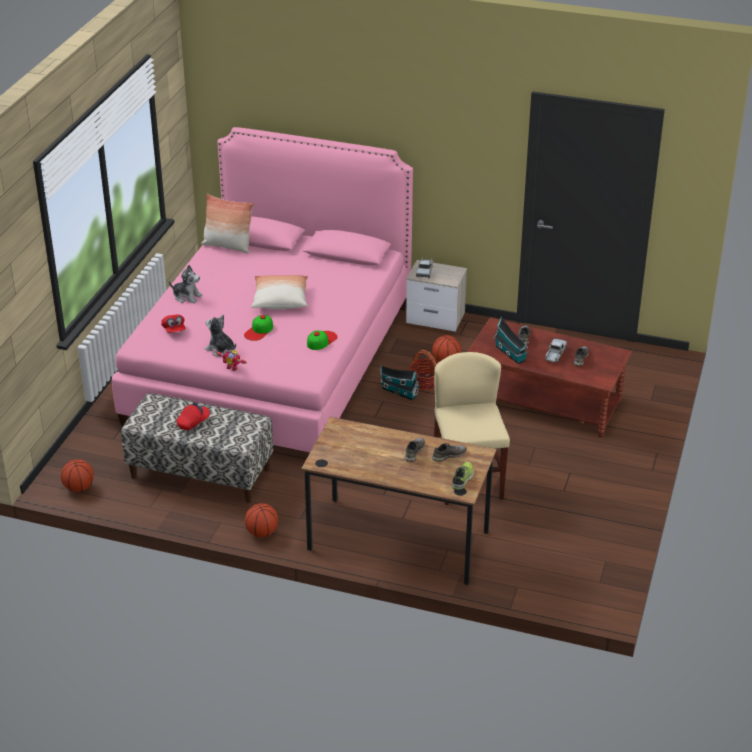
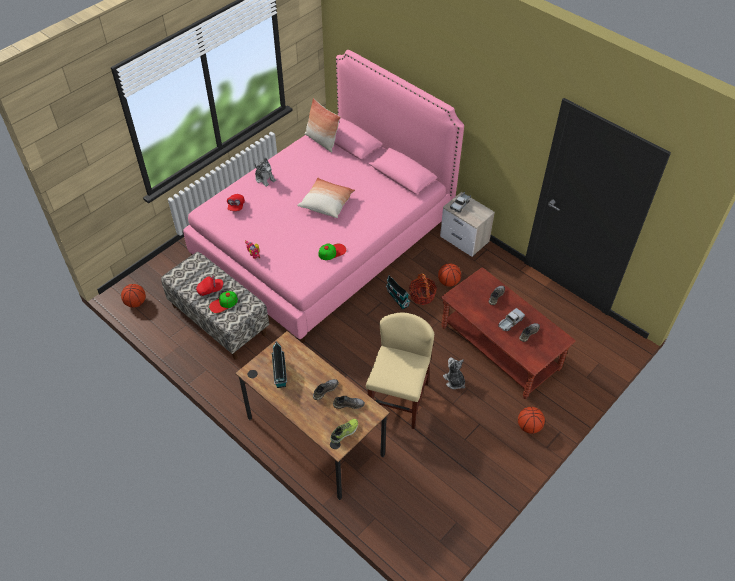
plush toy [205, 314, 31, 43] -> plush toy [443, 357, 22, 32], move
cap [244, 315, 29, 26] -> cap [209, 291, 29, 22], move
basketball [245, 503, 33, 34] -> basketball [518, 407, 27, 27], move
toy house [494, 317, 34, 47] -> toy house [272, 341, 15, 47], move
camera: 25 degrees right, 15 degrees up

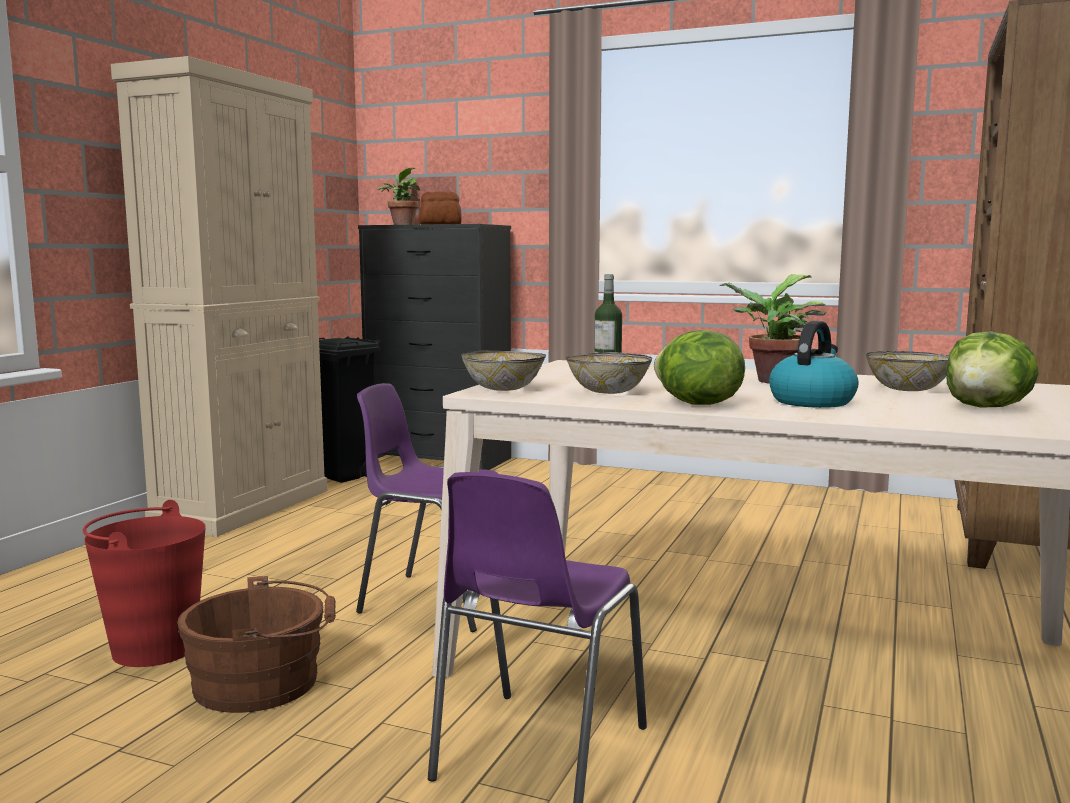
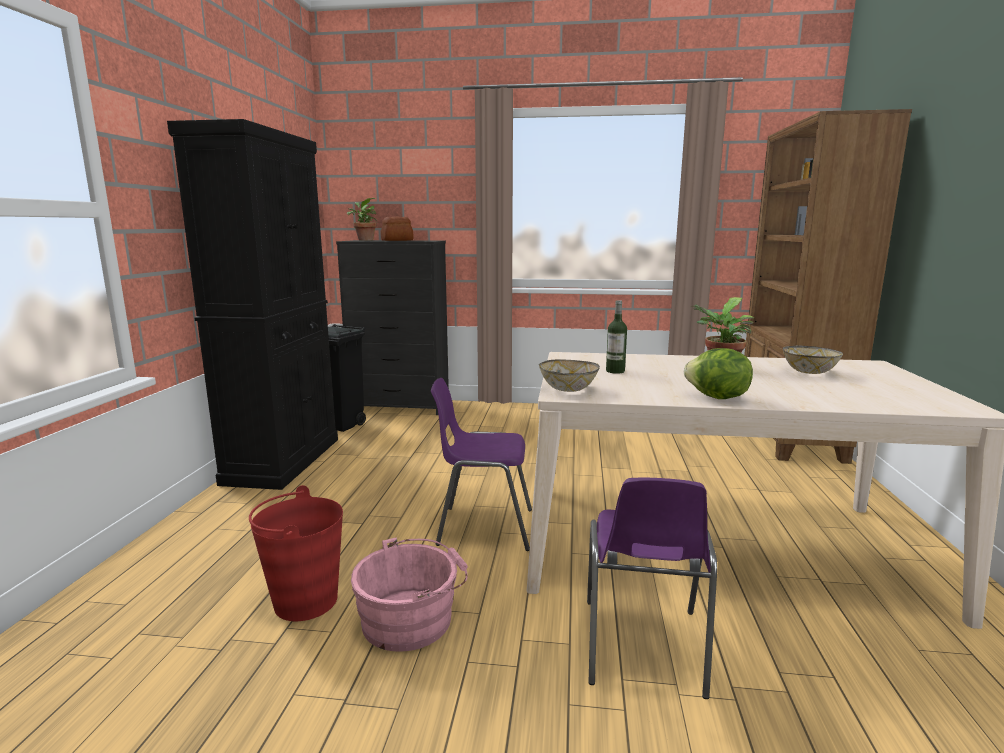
beige cabinet [111, 56, 216, 481] -> black cabinet [167, 119, 171, 371]
brown bucket [177, 576, 159, 137] -> pink bucket [351, 537, 117, 115]
bowl [566, 352, 86, 42] -> none
kettle [769, 321, 90, 87] -> none
lettuce [946, 331, 93, 77] -> none
camera: 15 degrees left, 5 degrees up

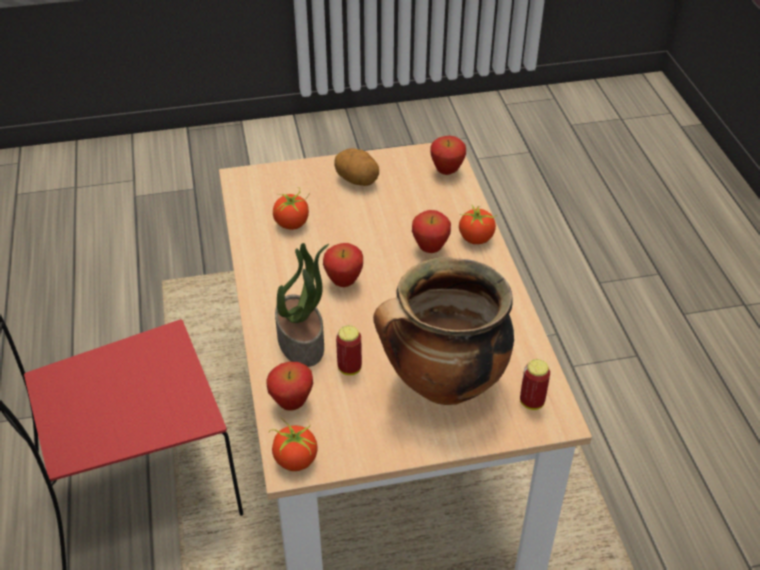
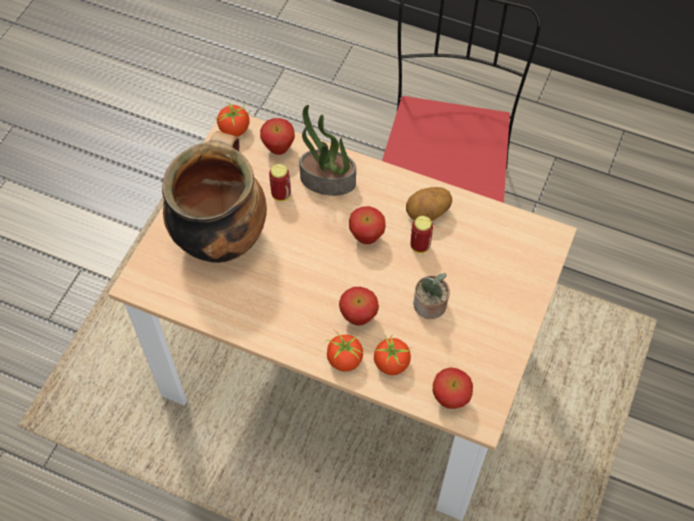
tomato [273, 187, 37, 43] -> tomato [374, 335, 37, 40], move
potato [334, 148, 45, 38] -> potato [406, 187, 46, 34], move
can [520, 359, 30, 51] -> can [411, 216, 22, 37], move
none -> potted plant [413, 273, 37, 46]
camera: 125 degrees right, 15 degrees up

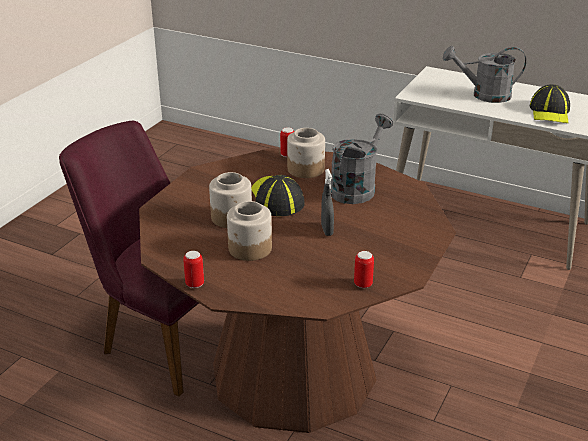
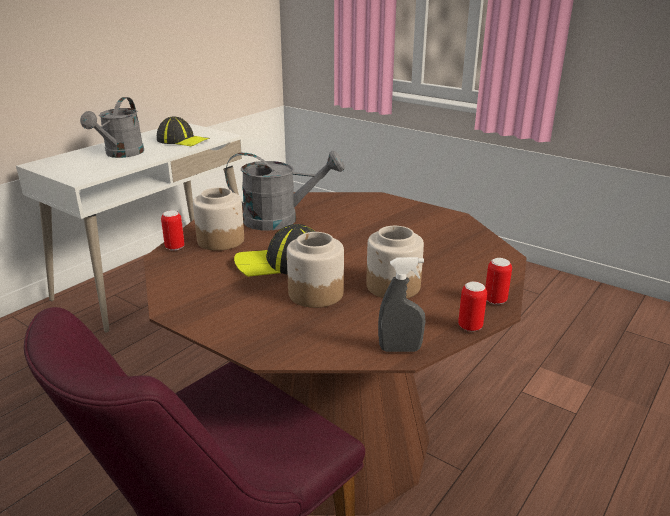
grey spray bottle [321, 169, 13, 67] -> grey spray bottle [378, 257, 48, 95], move
grey watering can [331, 113, 62, 91] -> grey watering can [225, 150, 120, 81], 135 degrees clockwise
can [354, 251, 20, 37] -> can [485, 258, 27, 47], move
camera: 80 degrees left, 5 degrees down

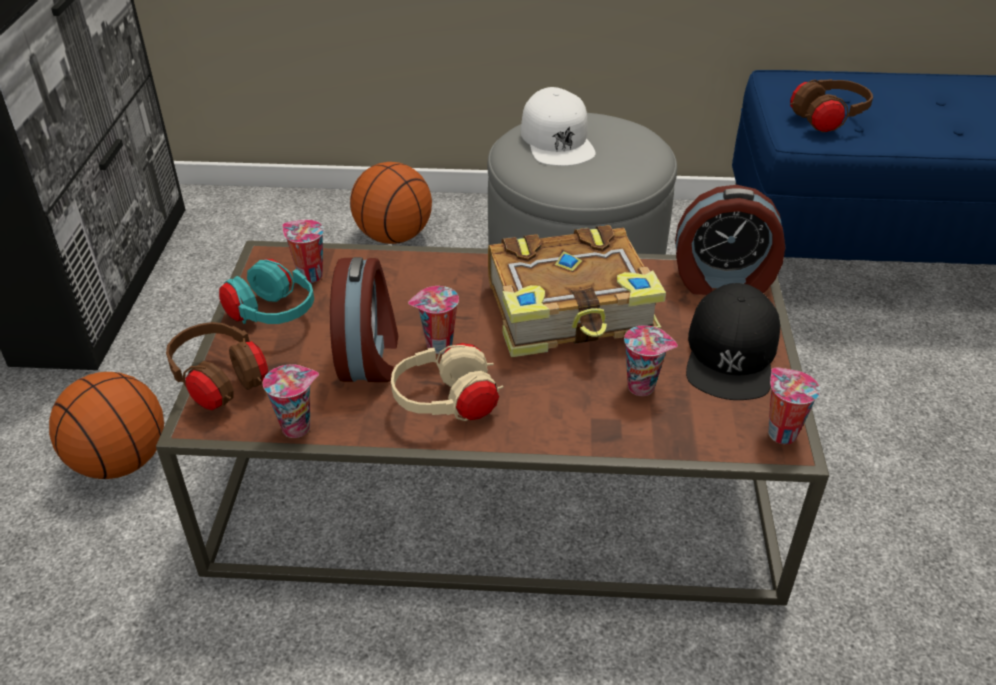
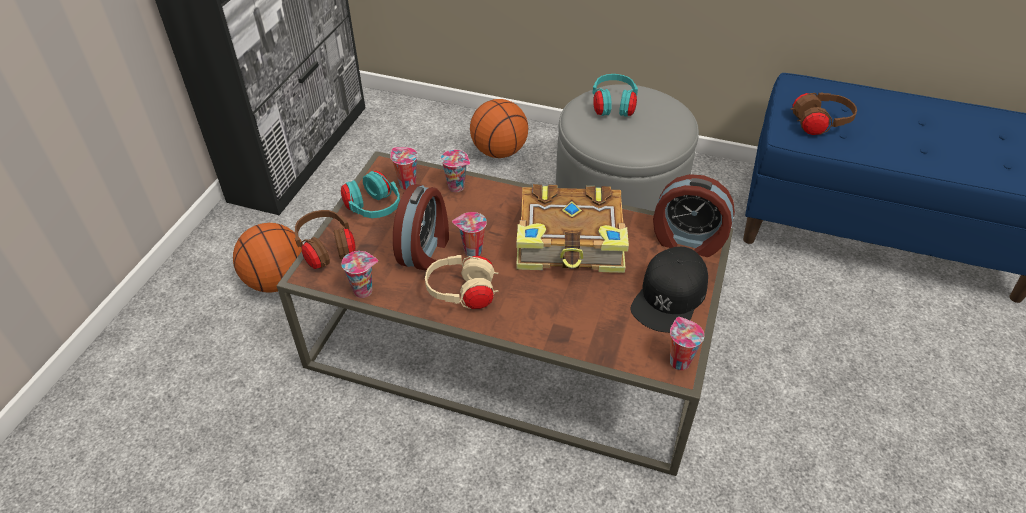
white cap [521, 87, 75, 79] -> turquoise headphones [593, 74, 45, 43]
cup [624, 326, 54, 70] -> cup [441, 150, 29, 42], move
camera: 15 degrees right, 5 degrees up

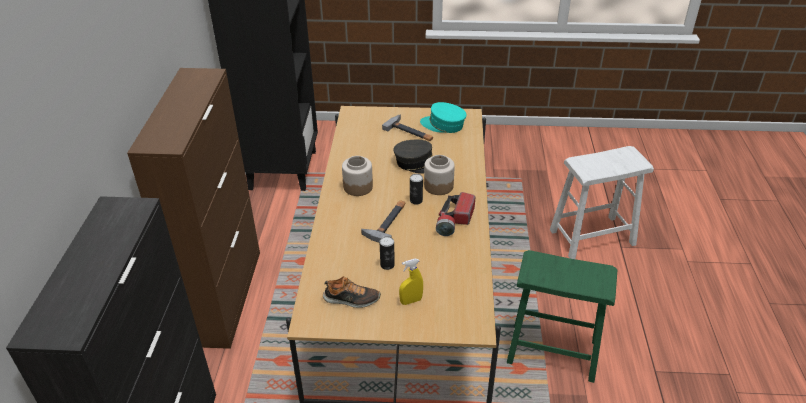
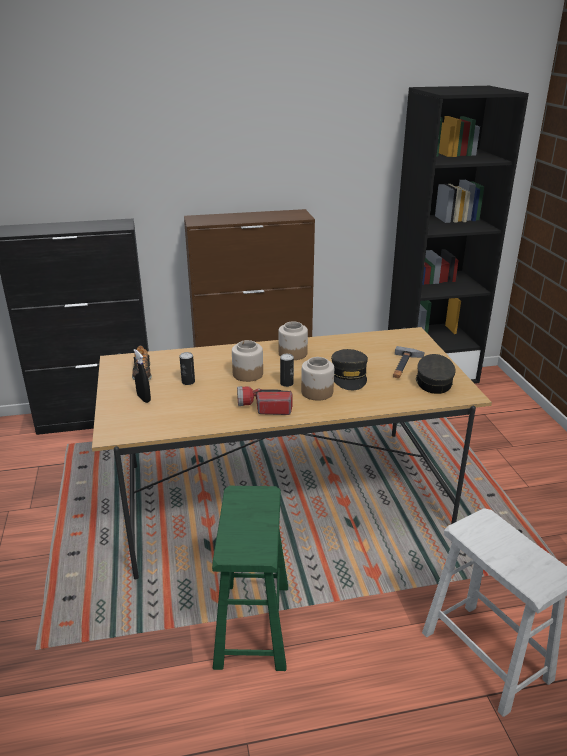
hammer [361, 200, 44, 43] -> jar [232, 340, 31, 42]
yellow spray bottle [399, 259, 24, 46] -> black spray bottle [134, 349, 17, 54]
turquoise cap [420, 102, 47, 31] -> grey cap [416, 354, 40, 40]
camera: 75 degrees right, 10 degrees down

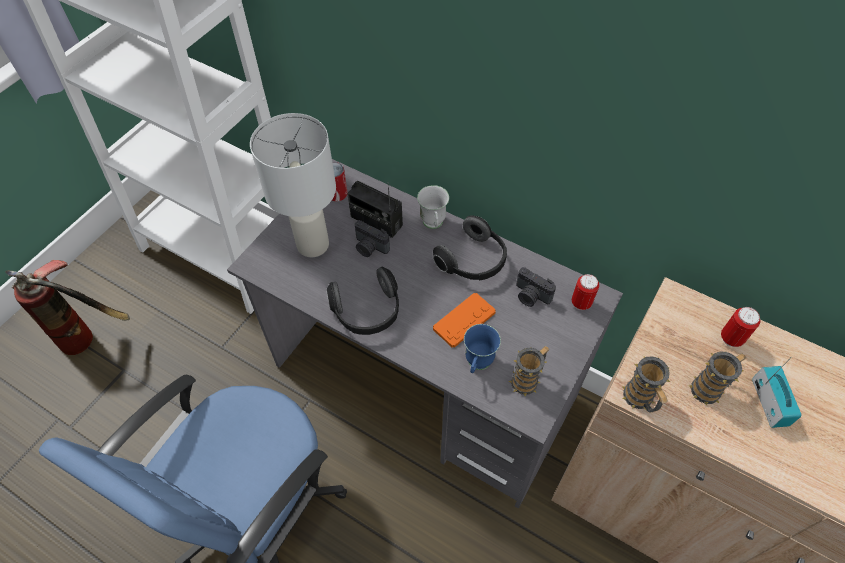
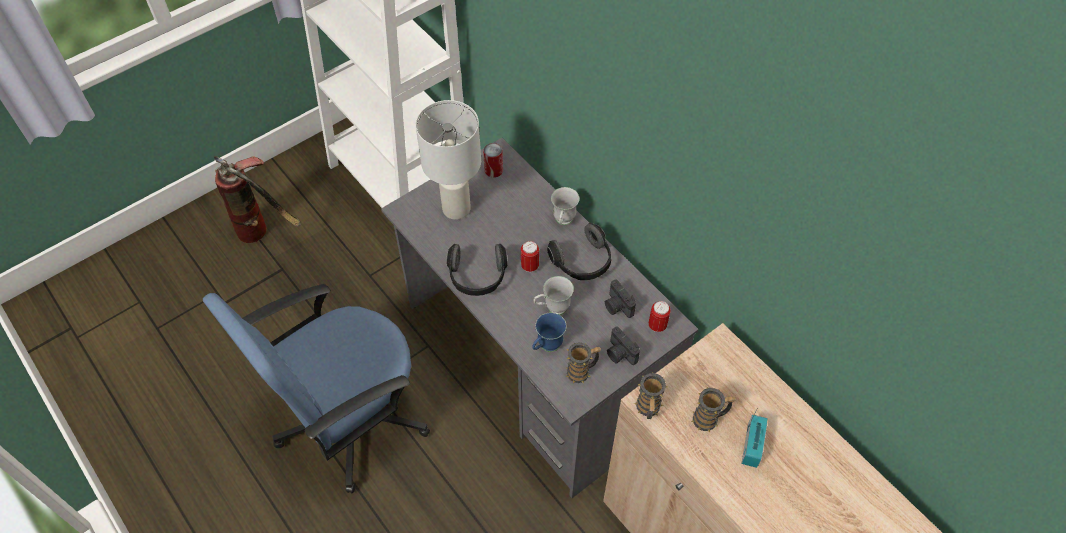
radio [347, 181, 56, 57] -> none
photo camera [355, 220, 35, 37] -> photo camera [607, 327, 33, 38], move
orange game controller [433, 293, 63, 55] -> white mug [533, 276, 41, 39]
can [721, 307, 39, 40] -> can [521, 241, 18, 31], move
camera: 20 degrees right, 0 degrees up

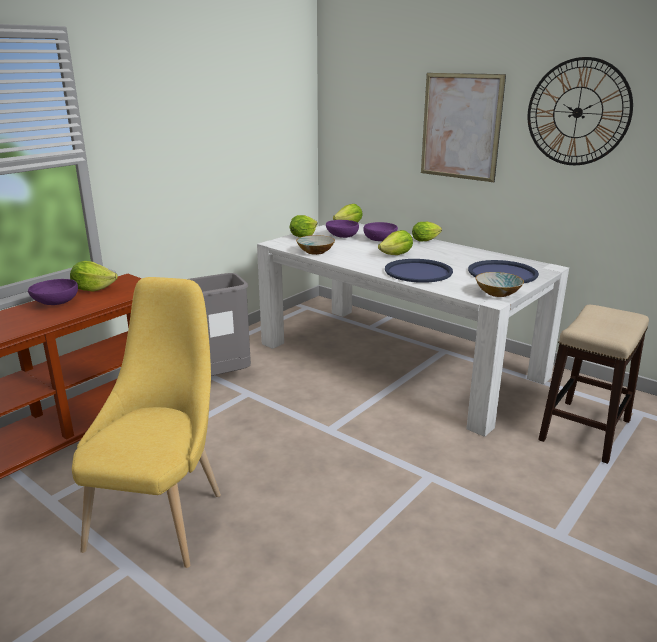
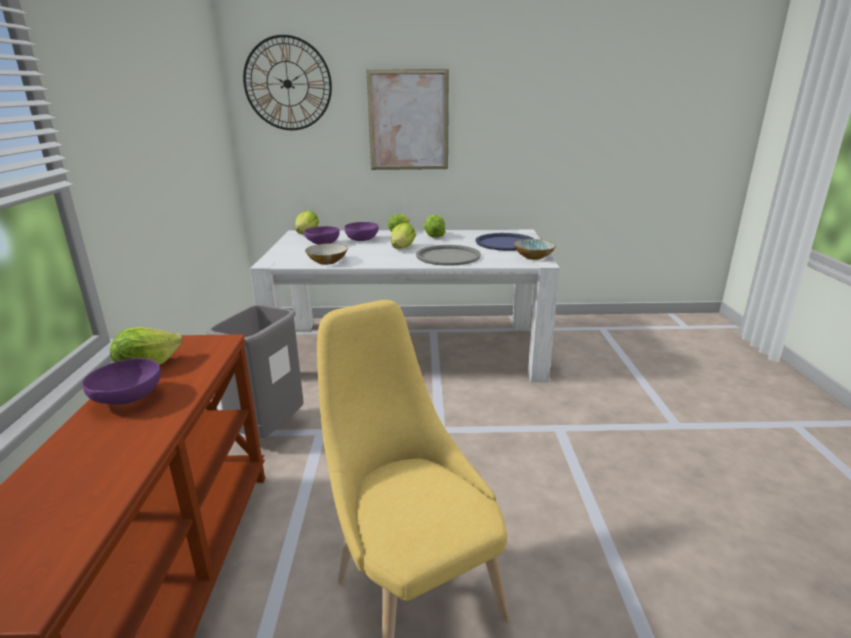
lettuce [289, 215, 29, 22] -> lettuce [424, 215, 22, 23], move
blue tray [385, 259, 68, 24] -> grey tray [416, 245, 65, 21]
wall clock [528, 57, 105, 108] -> wall clock [243, 35, 89, 95], move
stool [538, 305, 111, 159] -> none
camera: 40 degrees left, 0 degrees up

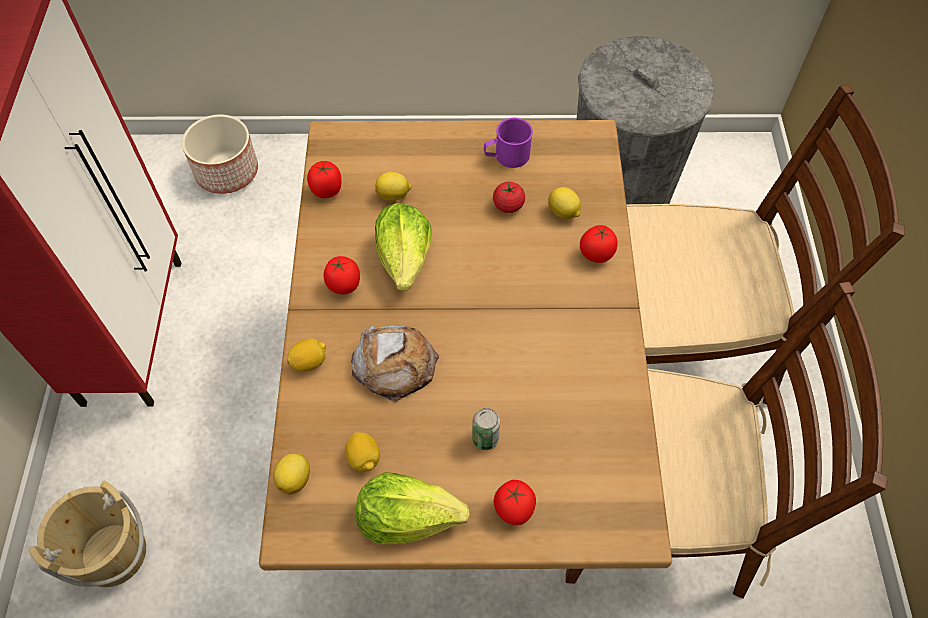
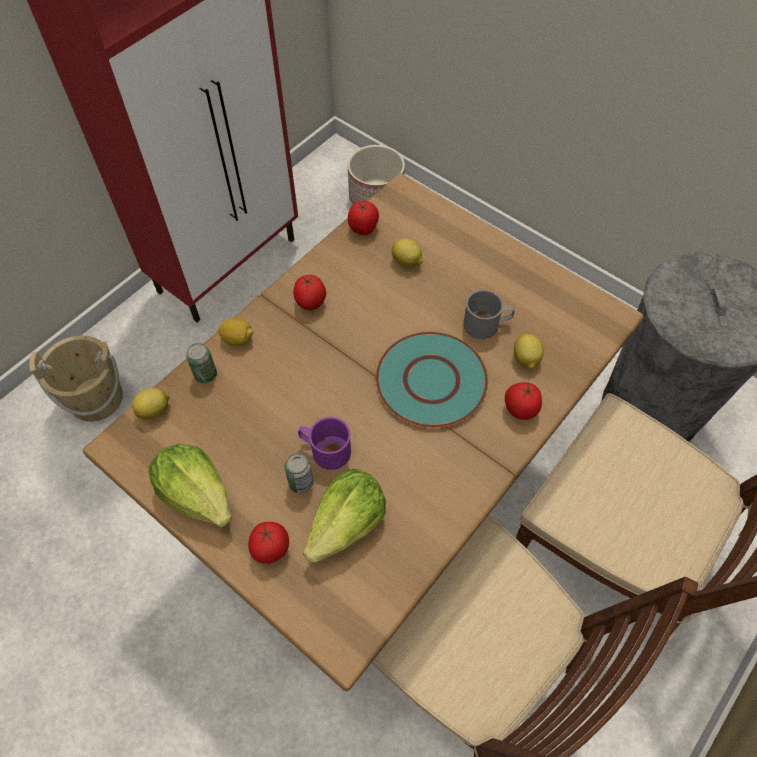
lemon [345, 432, 35, 40] -> none
bread [351, 325, 88, 77] -> none
lettuce [375, 203, 57, 88] -> lettuce [303, 468, 83, 96], move
purple mug [484, 118, 49, 50] -> purple mug [298, 417, 53, 53], move
tomato [493, 182, 32, 31] -> grey mug [463, 289, 52, 50]
none -> can [186, 343, 31, 41]
none -> turquoise plate [376, 332, 112, 96]
camera: 40 degrees right, 0 degrees up

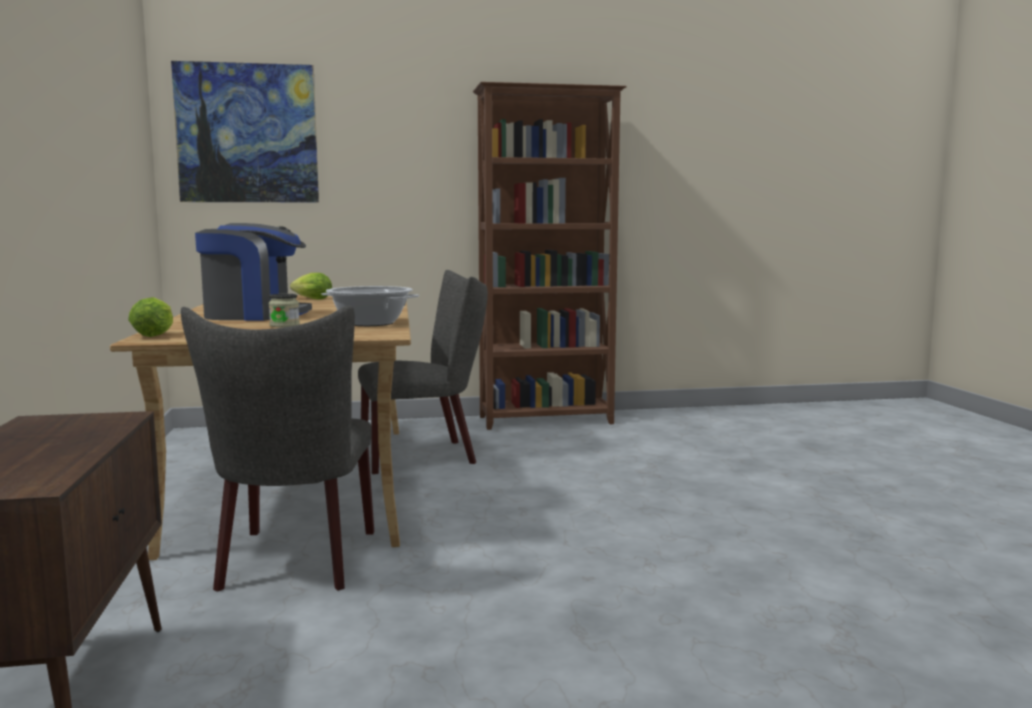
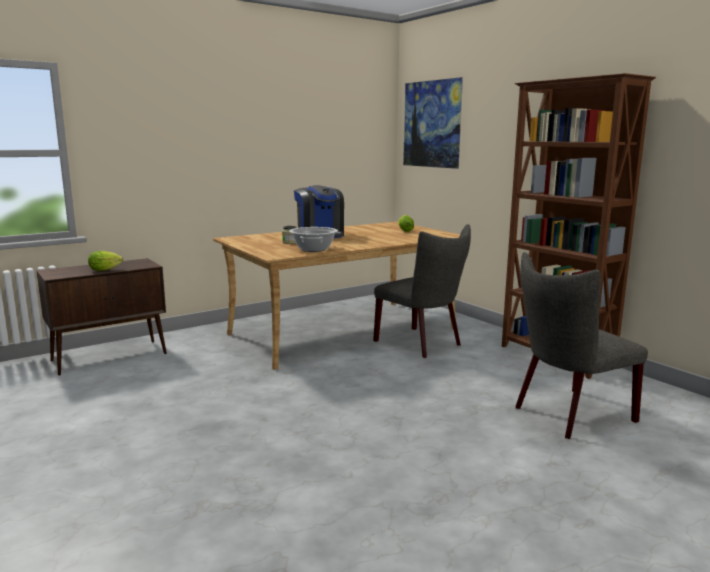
lettuce [128, 297, 45, 40] -> lettuce [88, 251, 35, 20], move
grey chair [181, 306, 193, 286] -> grey chair [515, 252, 133, 187], move
camera: 65 degrees right, 5 degrees up

